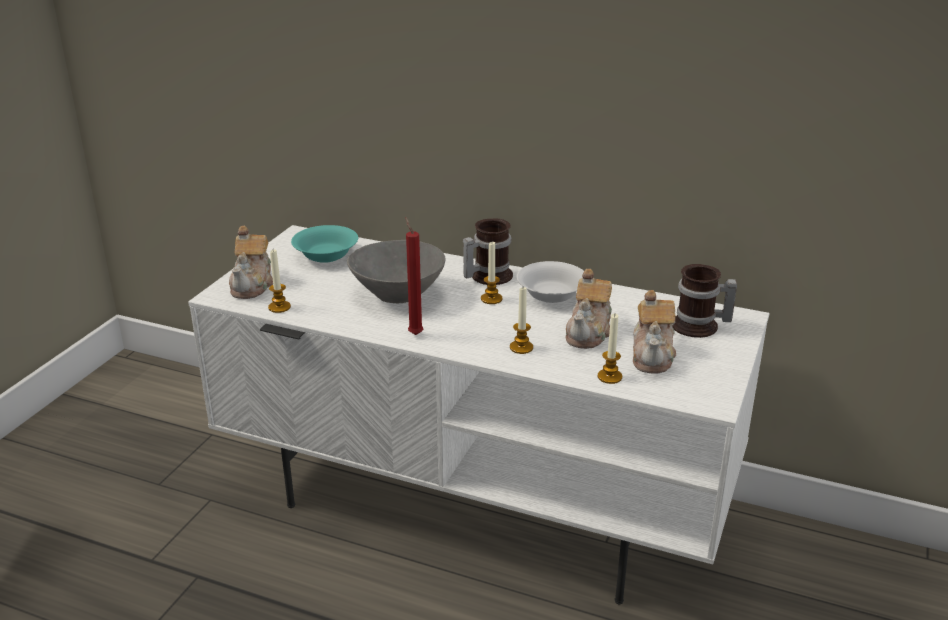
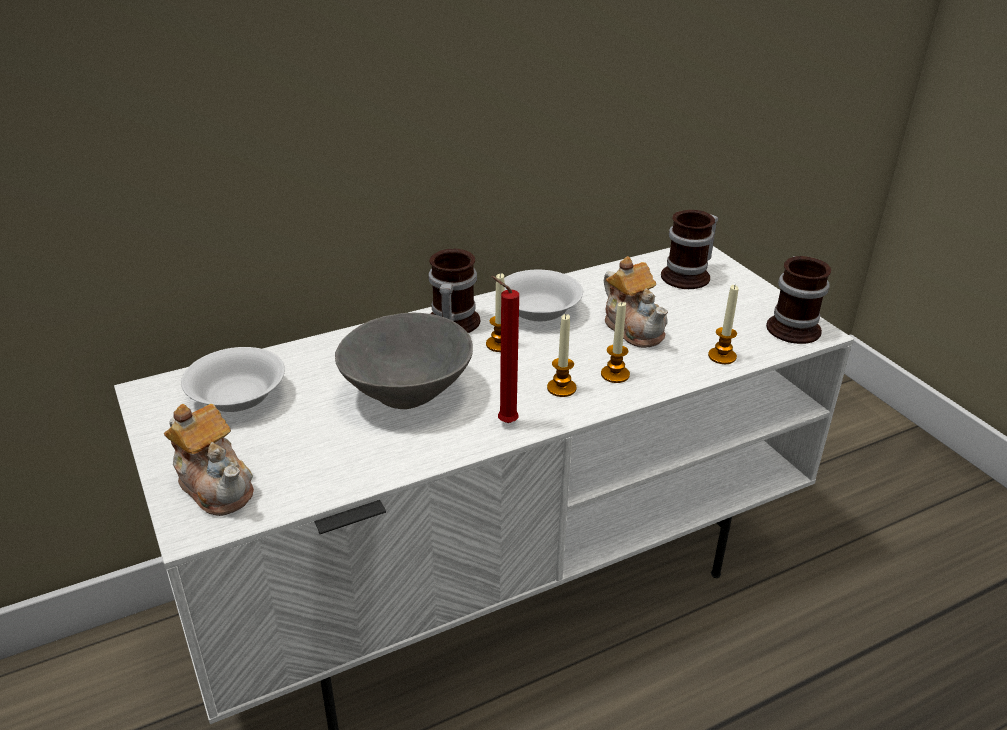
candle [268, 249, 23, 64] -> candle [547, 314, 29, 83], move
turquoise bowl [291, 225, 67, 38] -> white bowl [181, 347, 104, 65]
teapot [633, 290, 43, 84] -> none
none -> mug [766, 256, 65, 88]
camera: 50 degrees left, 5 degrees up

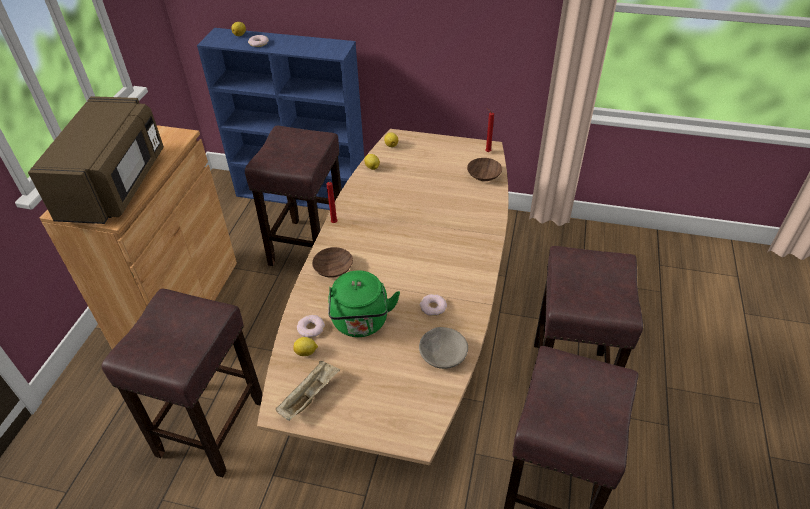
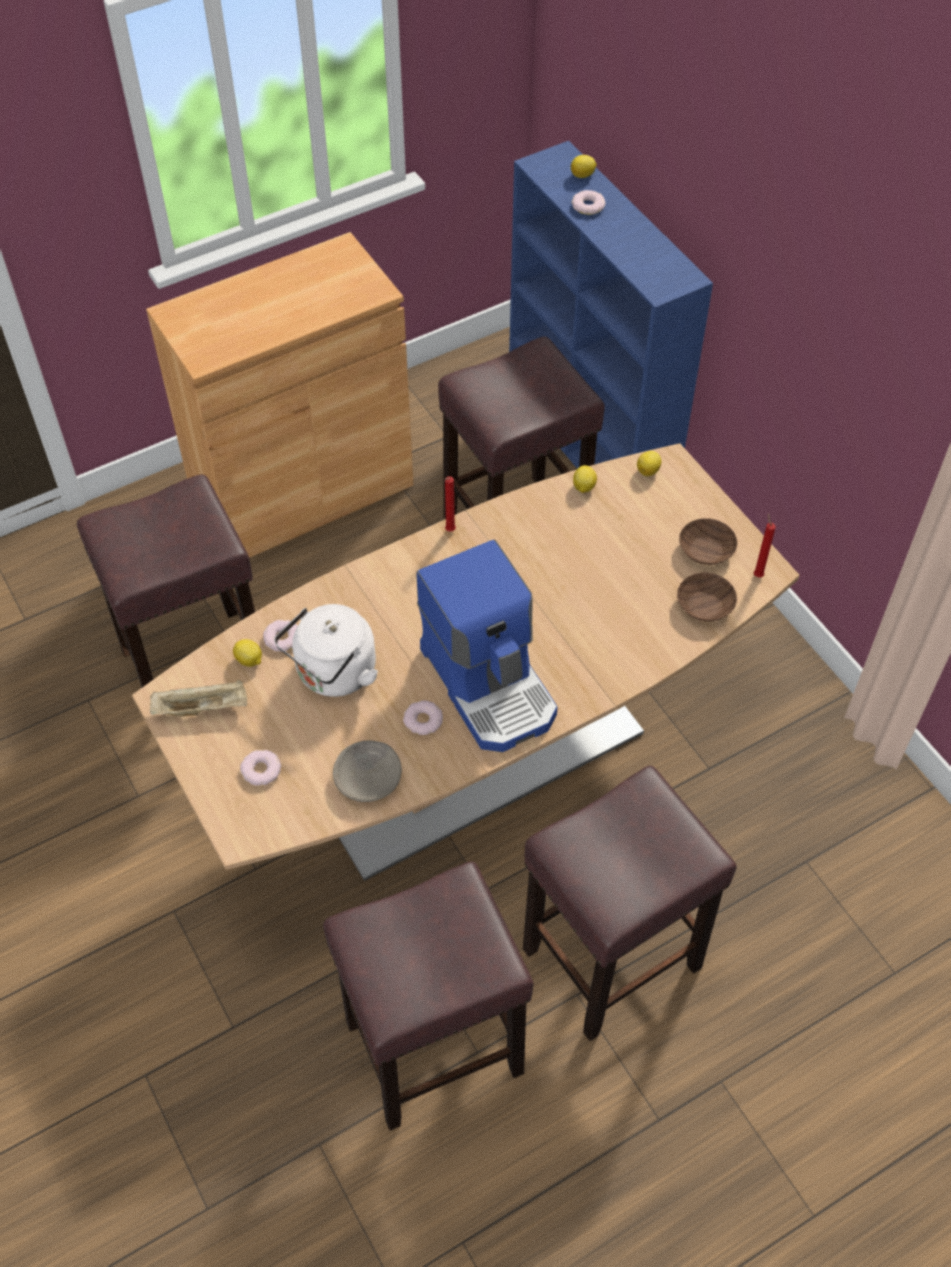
brown microwave [28, 96, 136, 128] -> none
brown bowl [312, 247, 41, 31] -> brown bowl [679, 518, 58, 47], move
green kettle [328, 270, 72, 67] -> white kettle [274, 604, 104, 93]
none -> donut [240, 750, 41, 36]
none -> coffee machine [416, 539, 141, 213]
camera: 45 degrees right, 10 degrees up

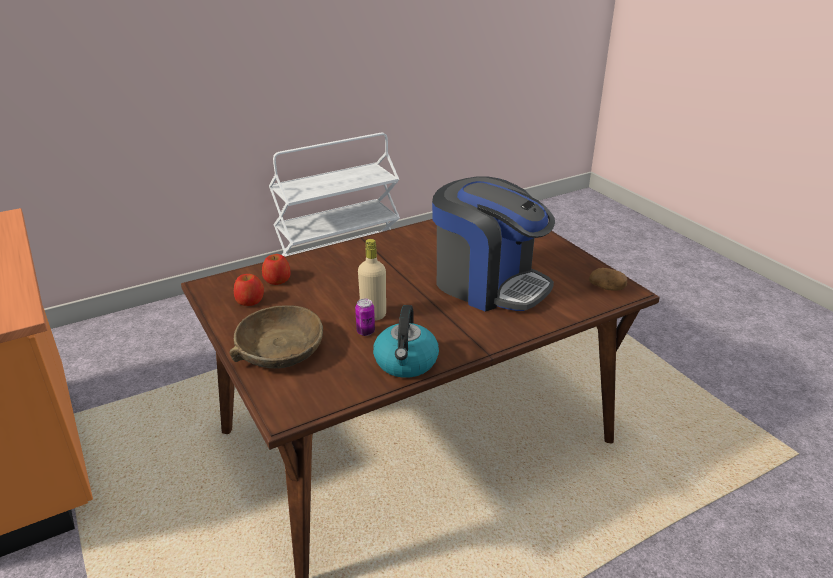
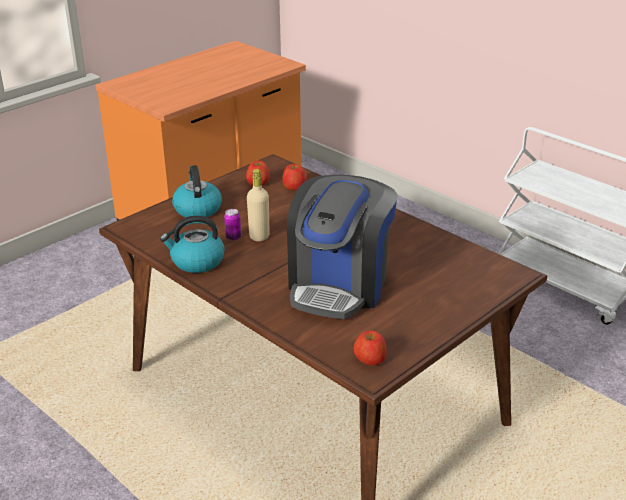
brown bowl [229, 305, 94, 63] -> kettle [172, 165, 50, 53]
potato [589, 268, 38, 23] -> apple [353, 331, 34, 35]
camera: 75 degrees right, 0 degrees up

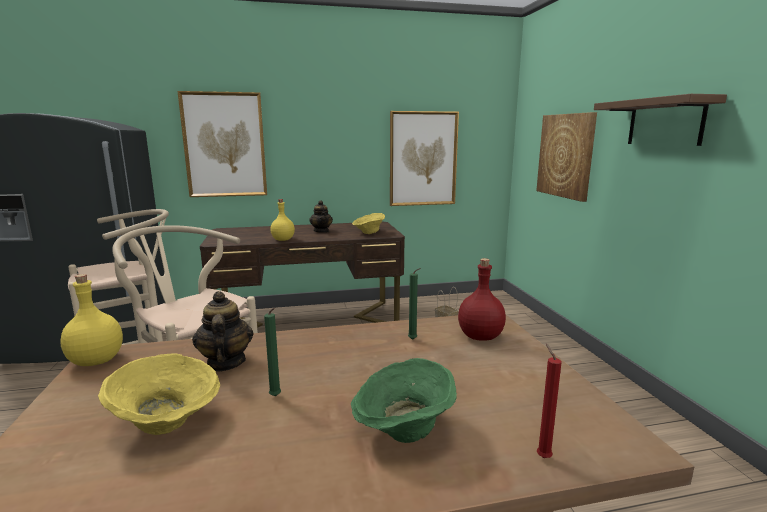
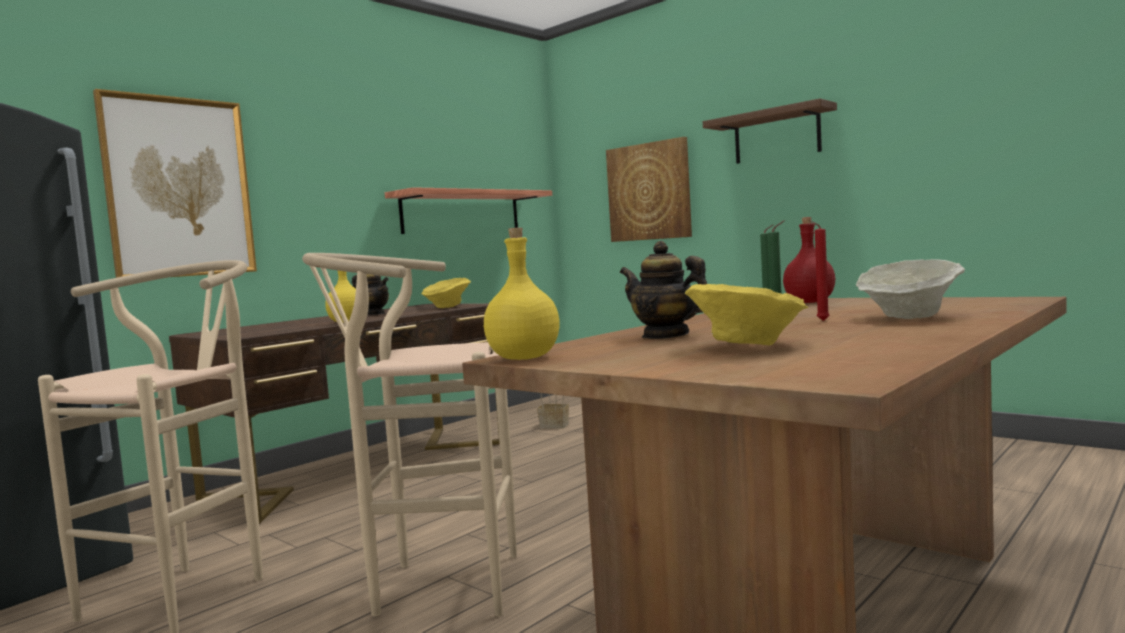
green bowl [351, 358, 106, 85] -> beige bowl [856, 259, 109, 60]
picture [390, 111, 69, 95] -> shelf [385, 187, 167, 47]
red candle [537, 343, 25, 115] -> red candle [809, 220, 21, 101], move
camera: 35 degrees left, 10 degrees down

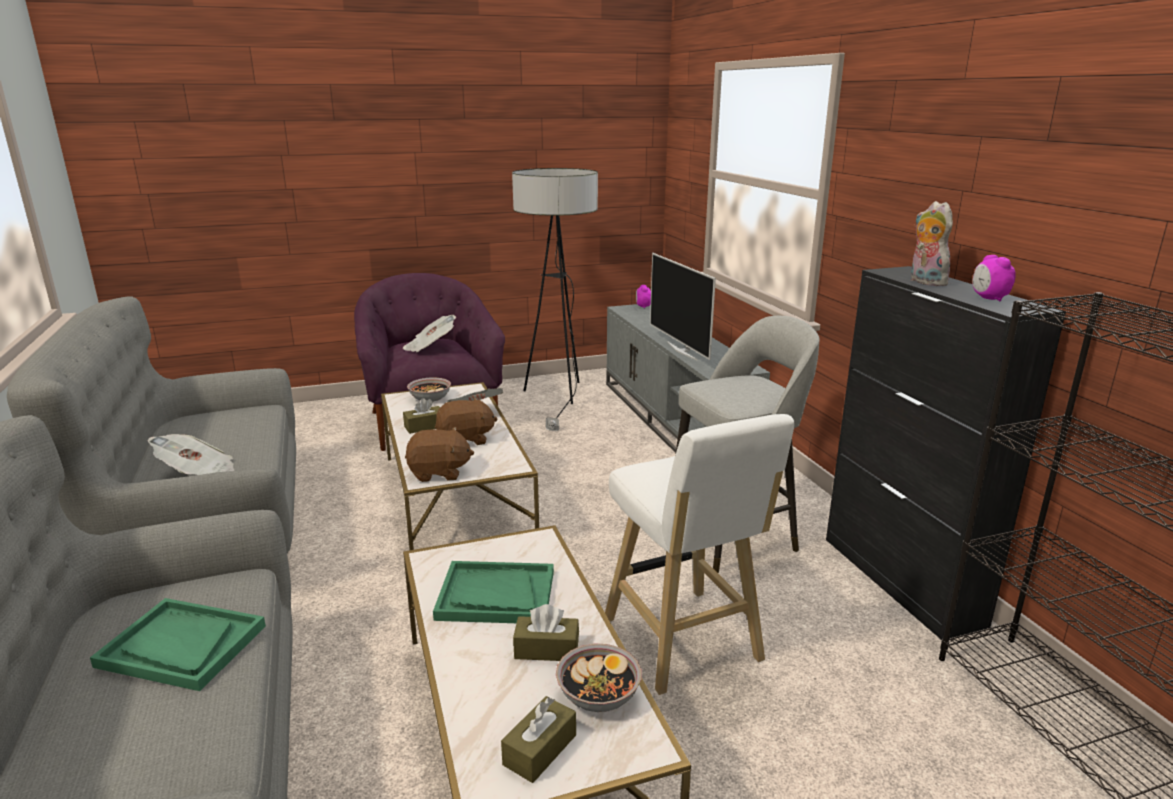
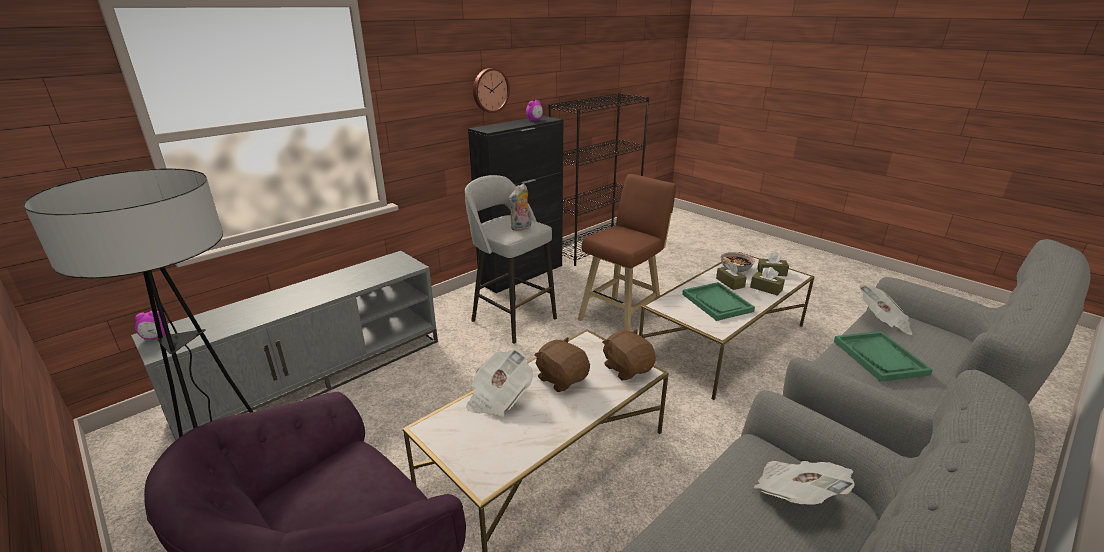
newspaper [403, 315, 53, 37] -> newspaper [859, 285, 53, 50], move
brown tissue box [403, 398, 37, 36] -> brown tissue box [750, 267, 35, 29], move
bowl [407, 377, 44, 25] -> none
white stool [605, 414, 190, 281] -> brown stool [578, 174, 98, 157]
television [650, 253, 66, 107] -> none
plush toy [911, 201, 42, 85] -> plush toy [509, 184, 22, 47], move
none -> wall clock [473, 68, 37, 45]
camera: 115 degrees left, 5 degrees up

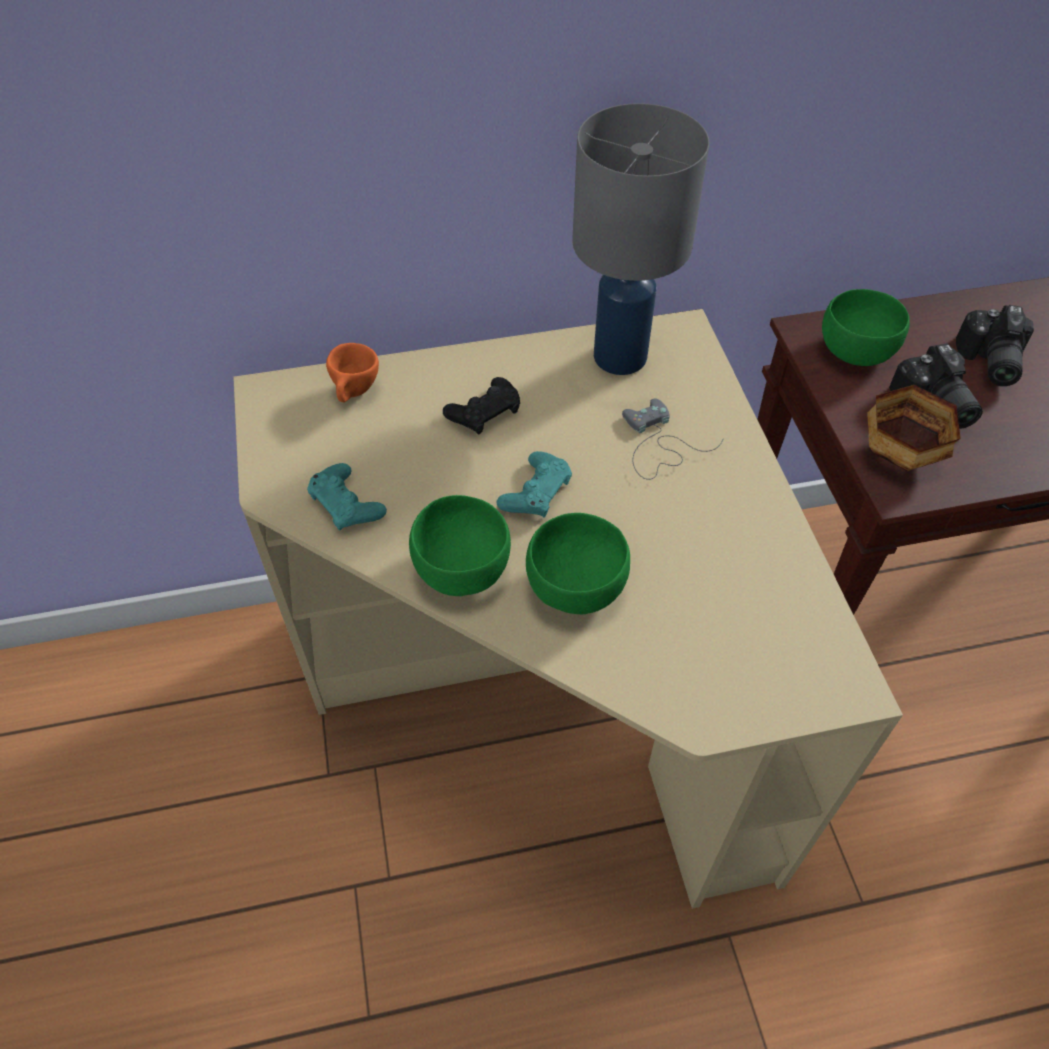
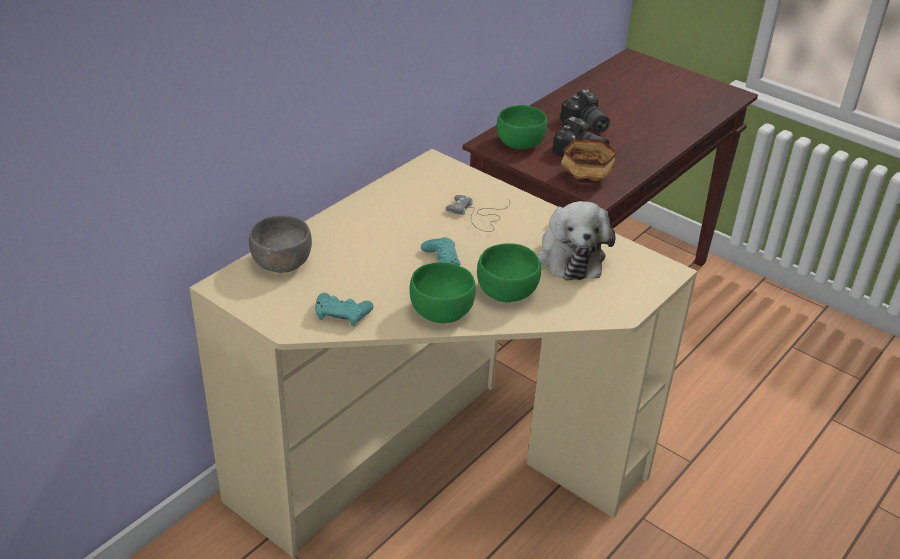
orange cup [326, 343, 53, 59] -> grey bowl [249, 215, 63, 58]
black game controller [443, 377, 77, 57] -> none
grey table lamp [572, 103, 137, 272] -> none
none -> plush toy [537, 201, 78, 80]
camera: 40 degrees left, 15 degrees down

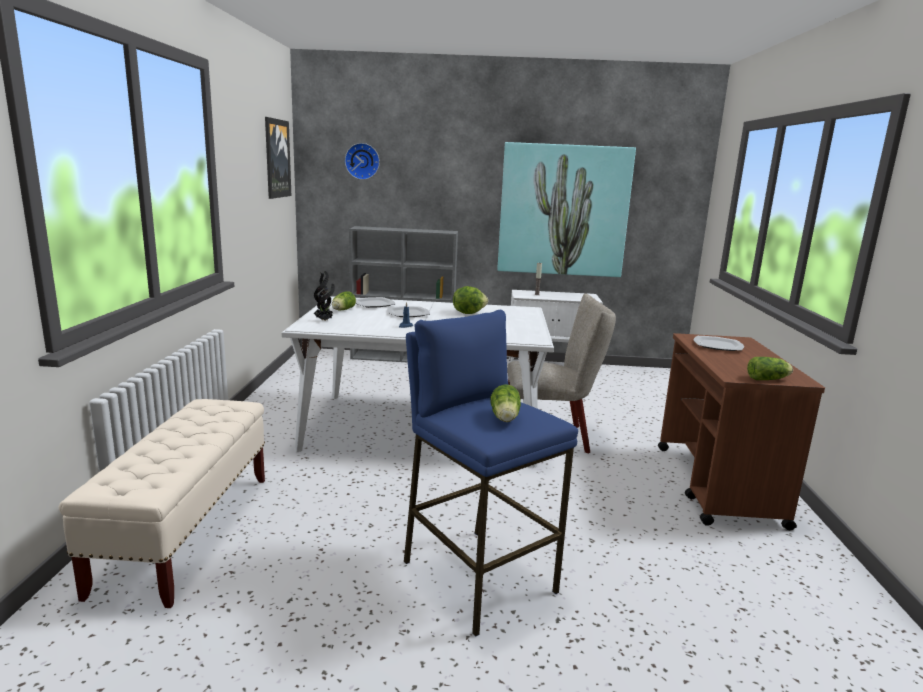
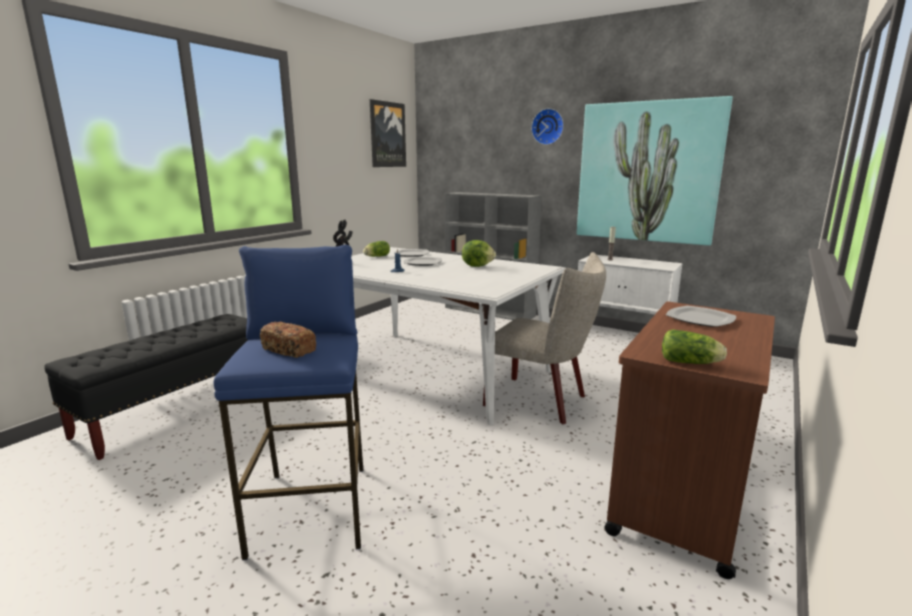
beige bench [59, 399, 206, 209] -> black bench [44, 314, 204, 146]
wall clock [345, 143, 35, 37] -> wall clock [531, 108, 33, 37], move
lettuce [490, 384, 31, 38] -> bread [260, 322, 56, 36]
camera: 30 degrees right, 0 degrees up

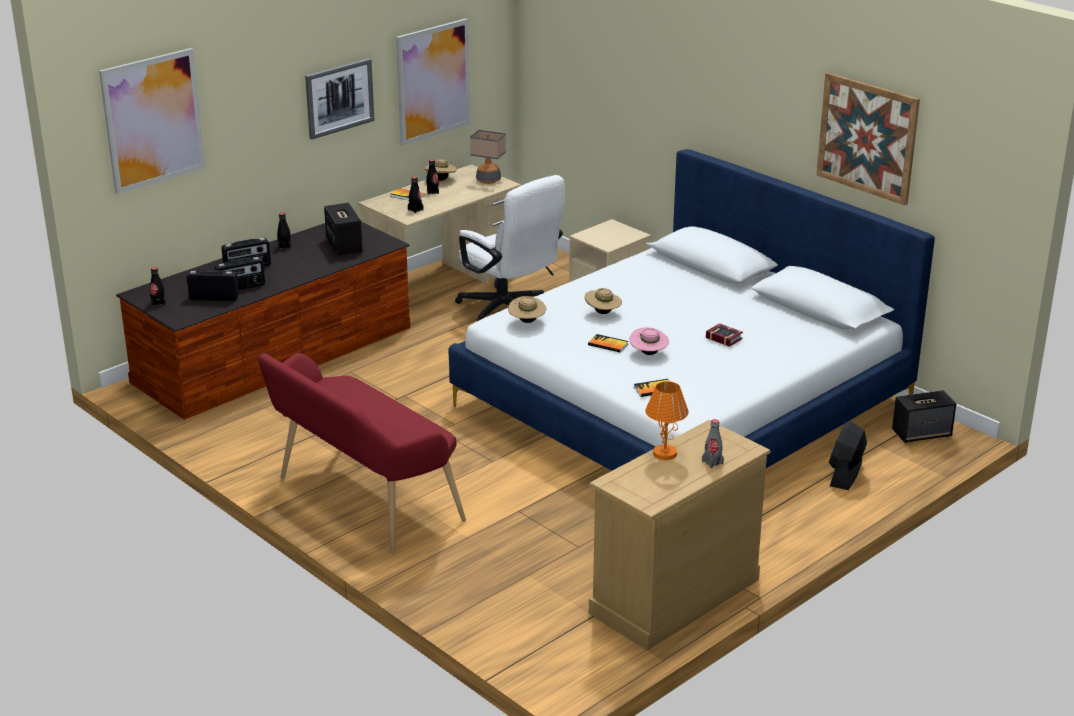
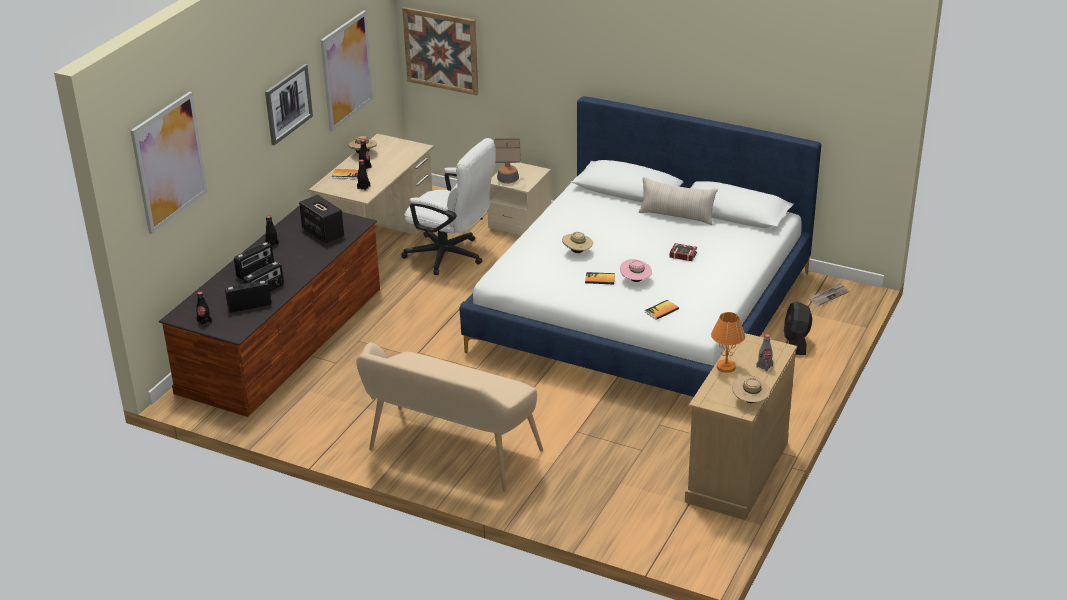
red bench [258, 353, 208, 200] -> beige bench [356, 343, 187, 149]
table lamp [470, 130, 36, 54] -> table lamp [494, 139, 26, 45], move
beige hat [508, 296, 38, 27] -> beige hat [733, 376, 37, 27], move
picture [816, 72, 104, 133] -> picture [402, 7, 76, 88], move
speaker [892, 390, 64, 53] -> newspaper [810, 283, 39, 23]
none -> beige pillow [639, 177, 79, 48]
camera: 20 degrees left, 5 degrees up

